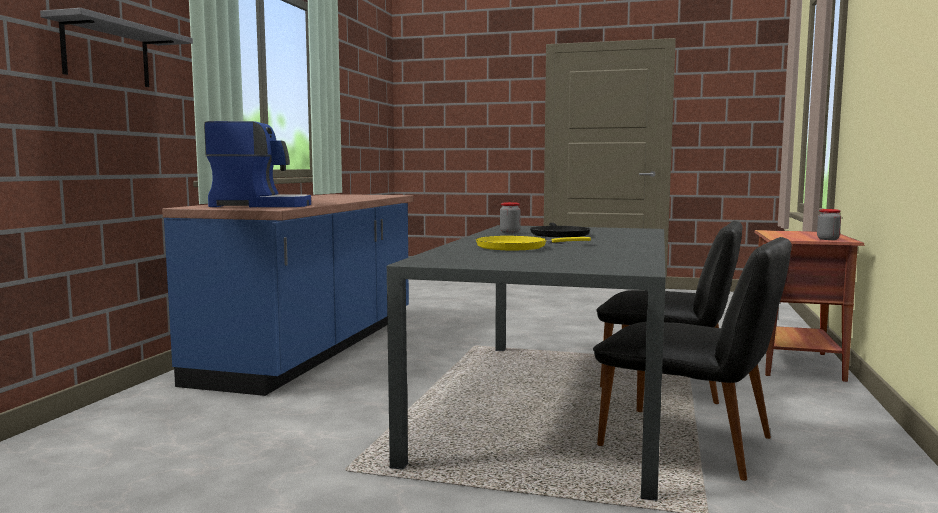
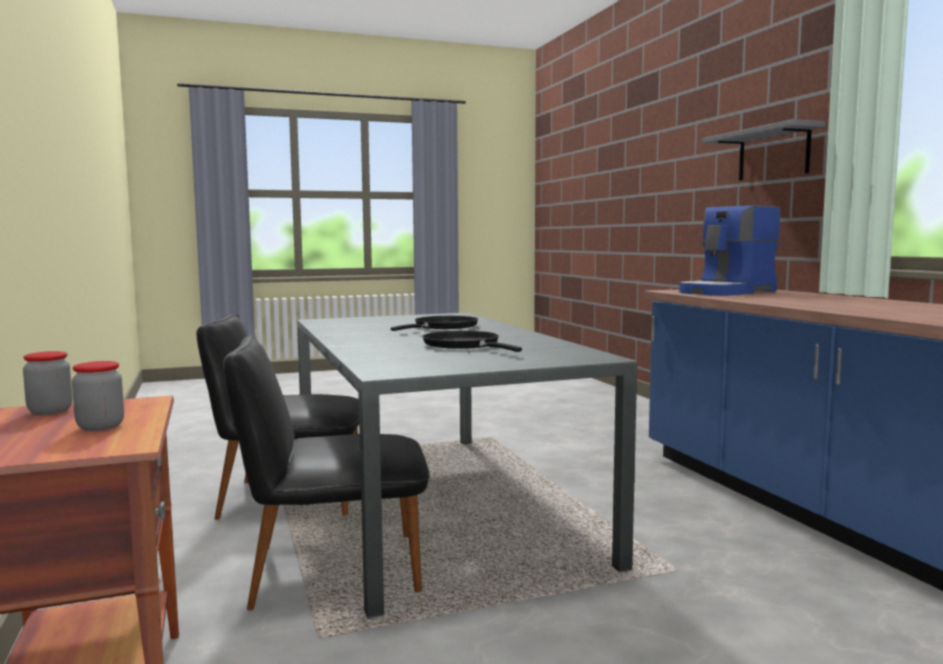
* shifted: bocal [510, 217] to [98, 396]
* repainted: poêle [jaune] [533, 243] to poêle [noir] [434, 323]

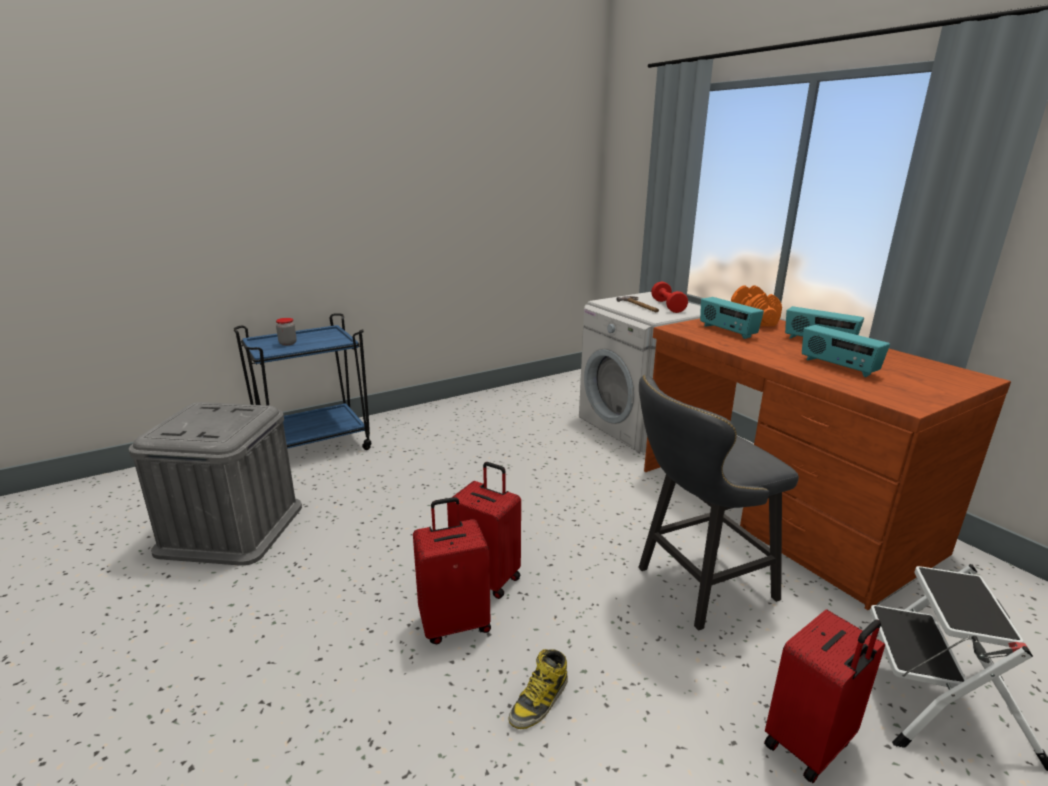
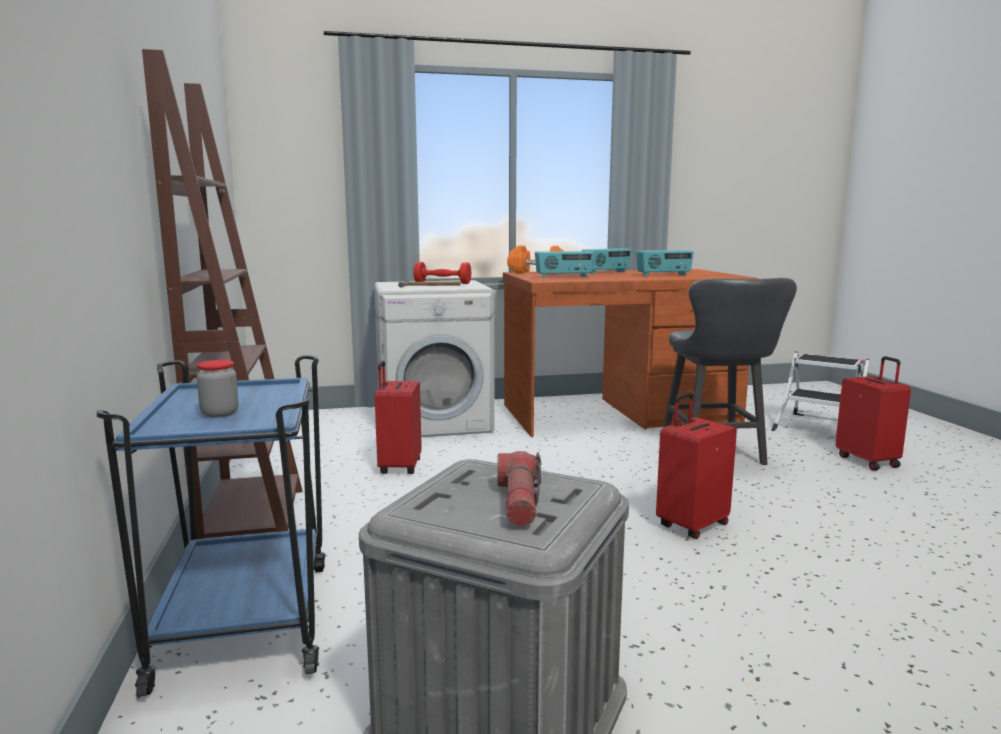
* shifted: valise [rouge] [452, 570] to [398, 417]
* gone: botte [538, 689]
* new: bibliothèque [marron] [222, 294]
* new: lampe de poche [519, 489]

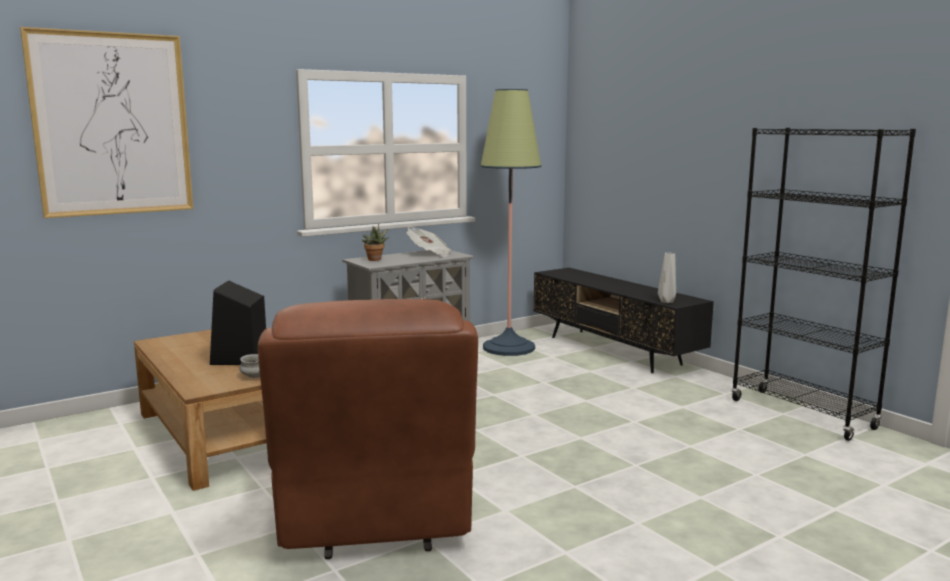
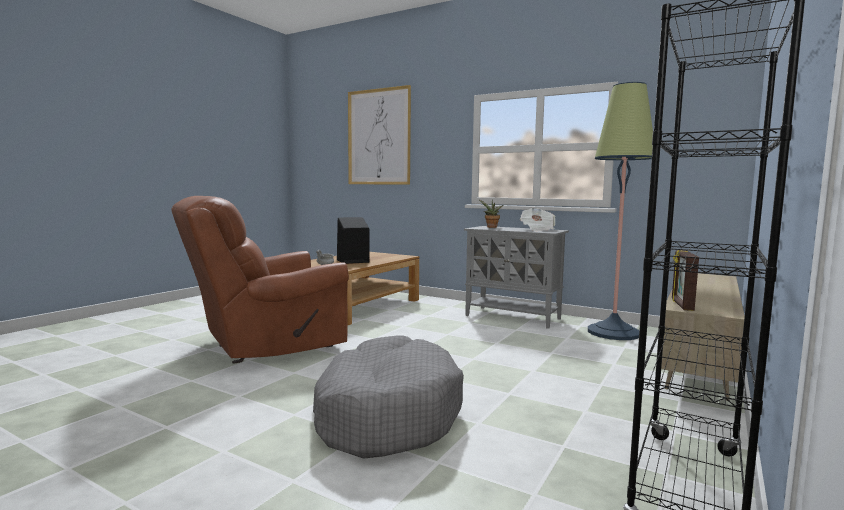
* swapped: vase [gris] [667, 278] to cadre photo [685, 280]
* repainted: meuble télé [noir] [624, 320] to meuble télé [beige] [703, 337]
* new: panier pour chien [gris] [388, 397]

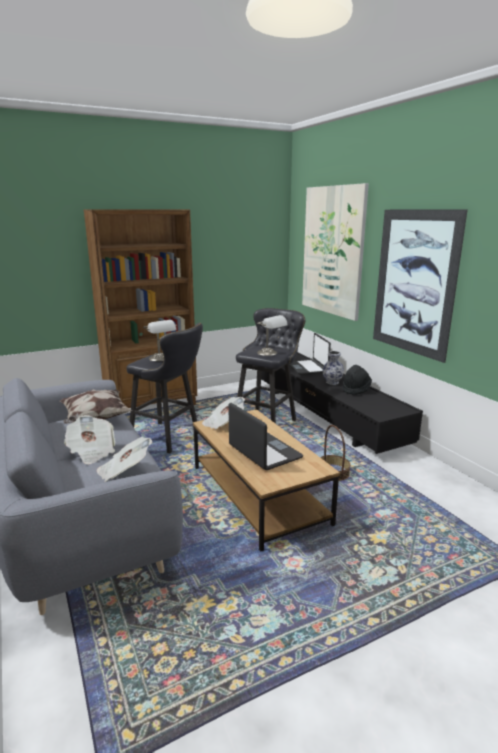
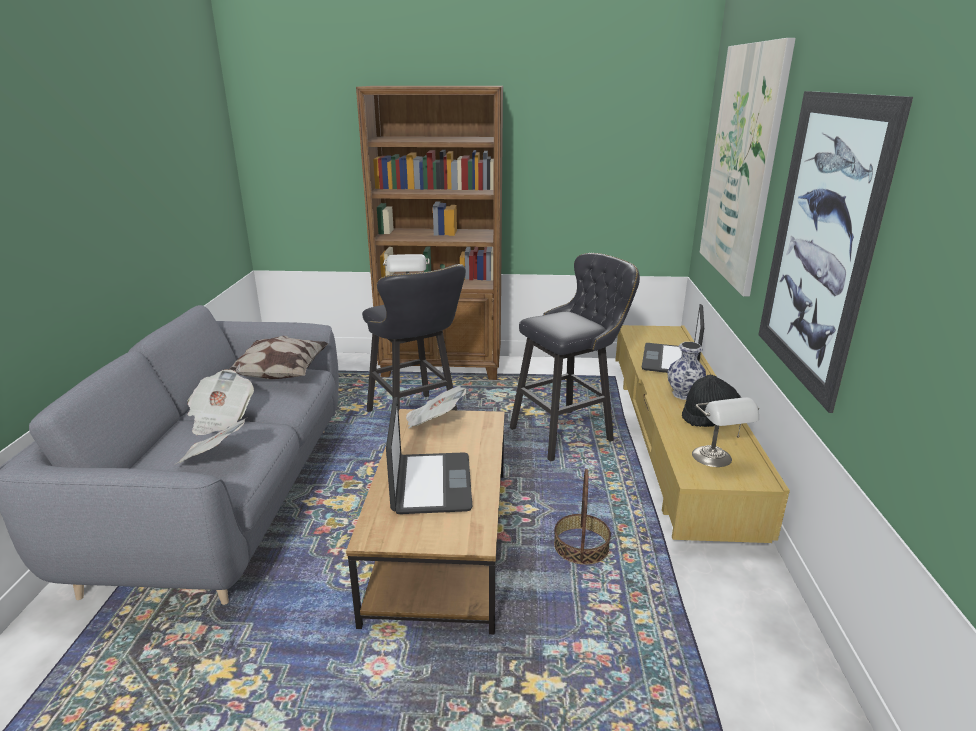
* shifted: lampe de table [blanc] [272, 335] to [725, 432]
* repainted: meuble télé [noir] [342, 403] to meuble télé [beige] [703, 434]

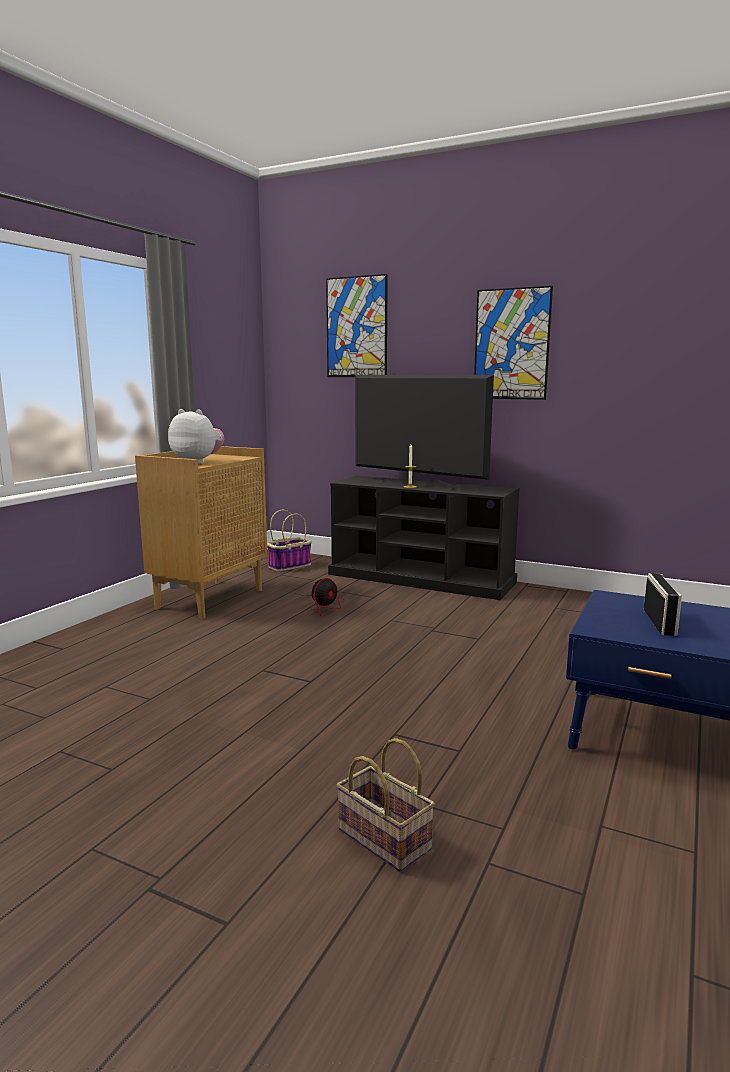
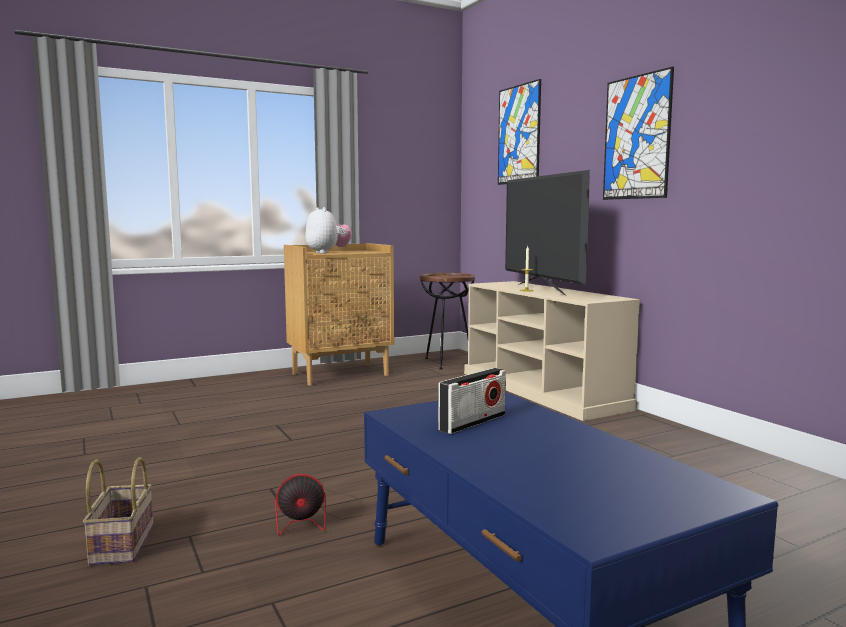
* repainted: meuble télé [noir] [424, 538] to meuble télé [beige] [552, 351]
* swapped: panier [289, 540] to table d'appoint [marron] [447, 321]
* shifted: ventilateur [320, 596] to [319, 504]

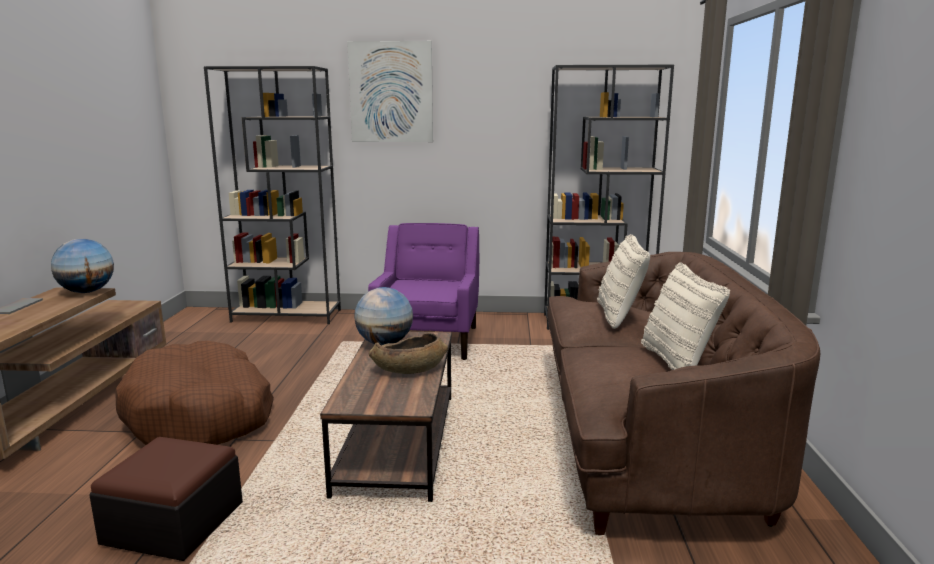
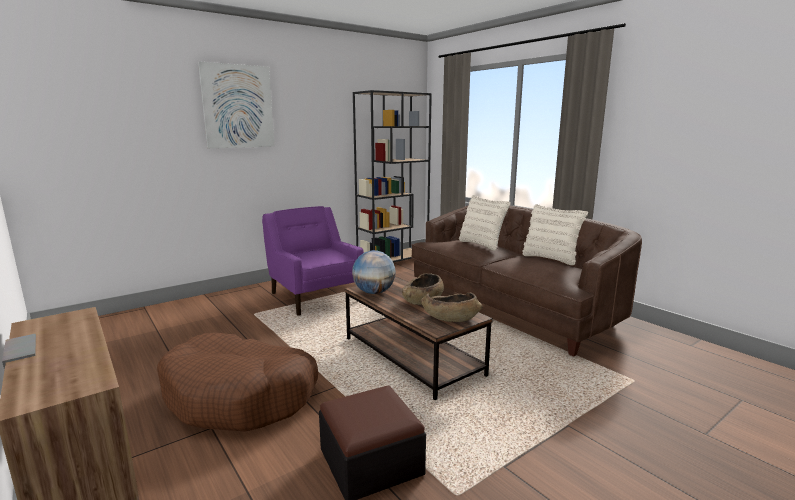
* gone: bibliothèque [272, 195]
* gone: globe [82, 266]
* new: bol [marron] [451, 307]

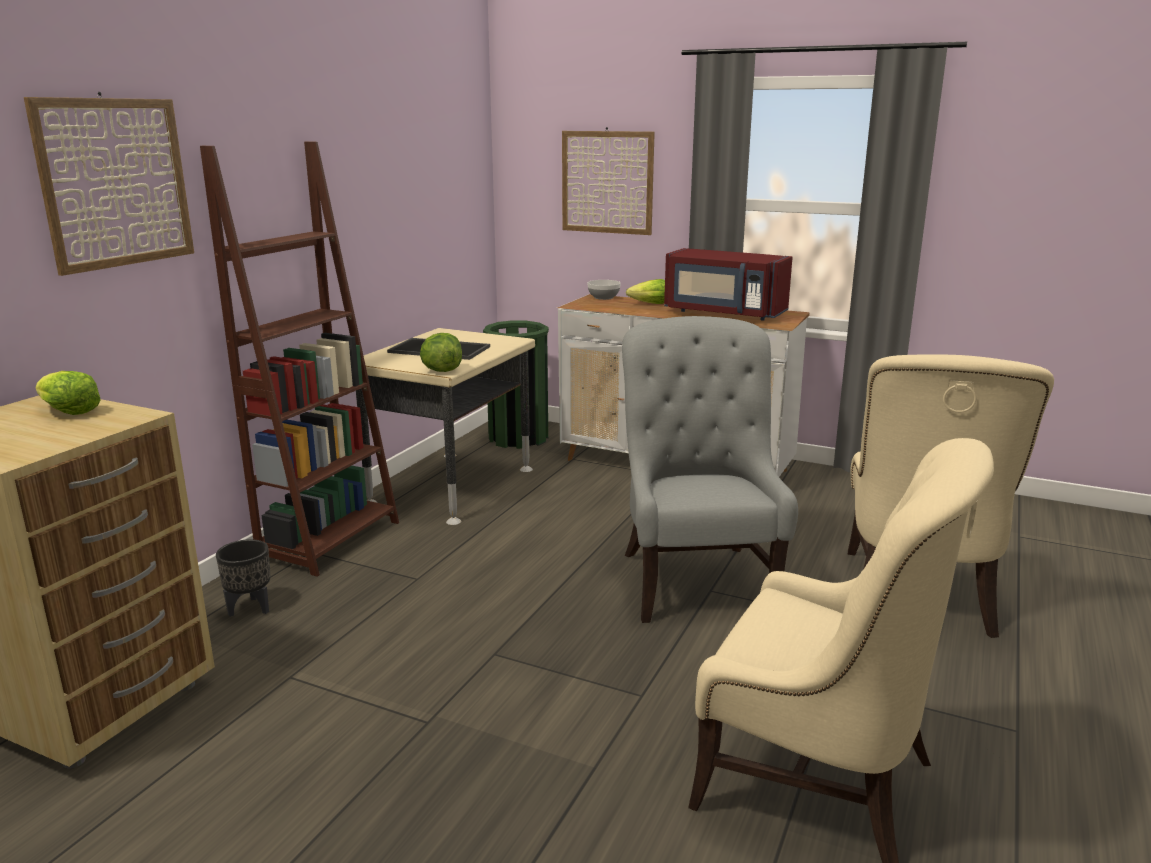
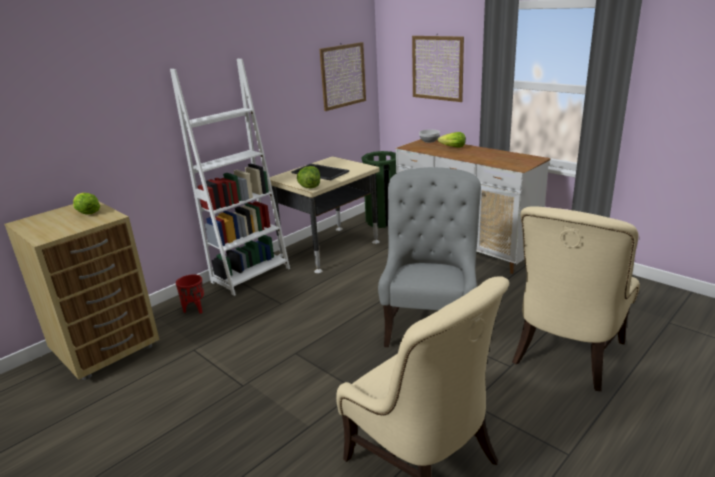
* shifted: tableau [109, 184] to [343, 76]
* repainted: bibliothèque [marron] [299, 359] to bibliothèque [blanc] [230, 177]
* gone: micro-ondes [rouge] [728, 284]
* repainted: cache-pot [noir] [243, 578] to cache-pot [rouge] [190, 294]

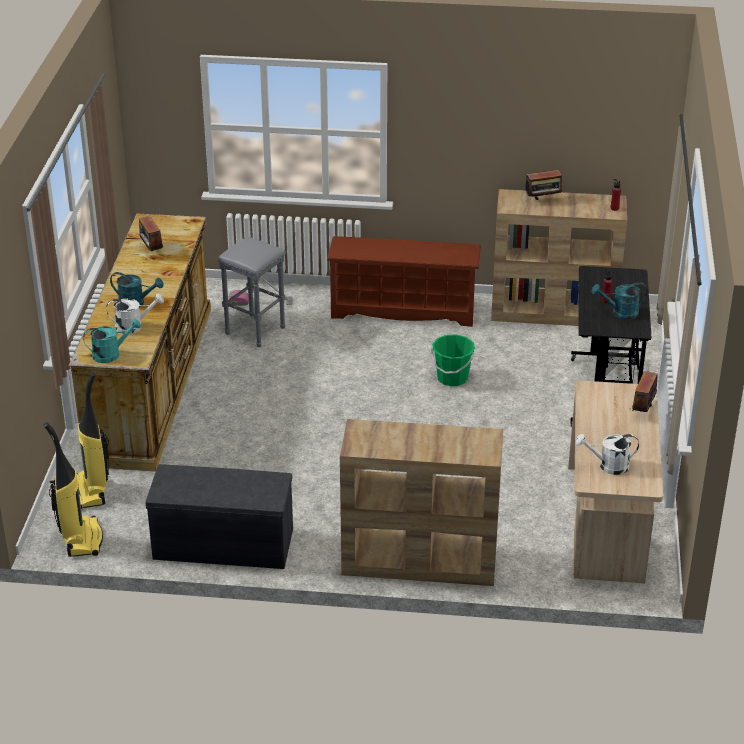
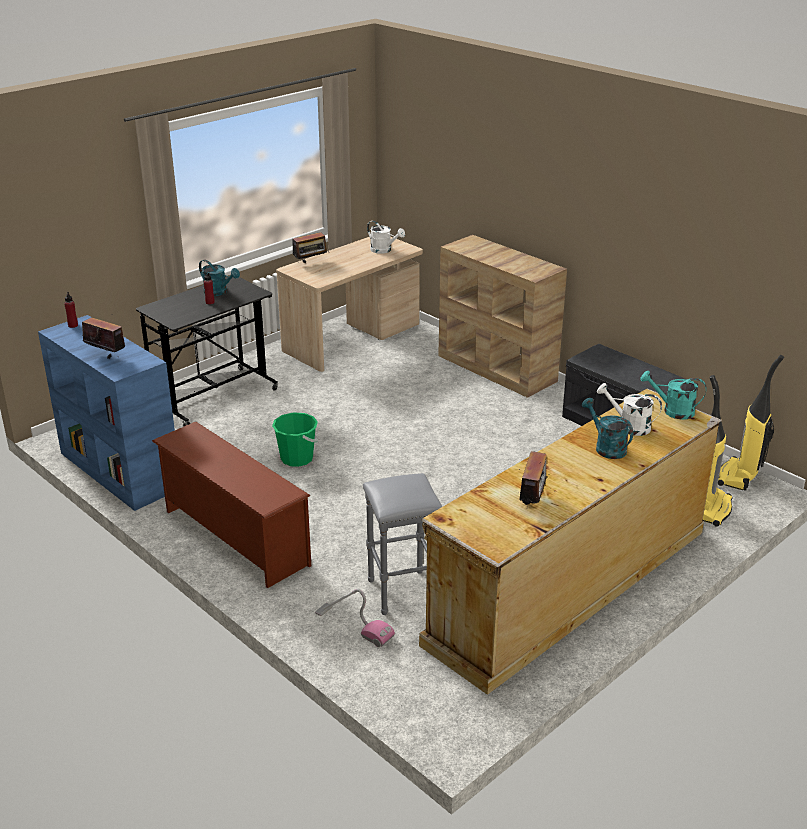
* repainted: bibliothèque [marron] [559, 257] to bibliothèque [bleu] [106, 413]

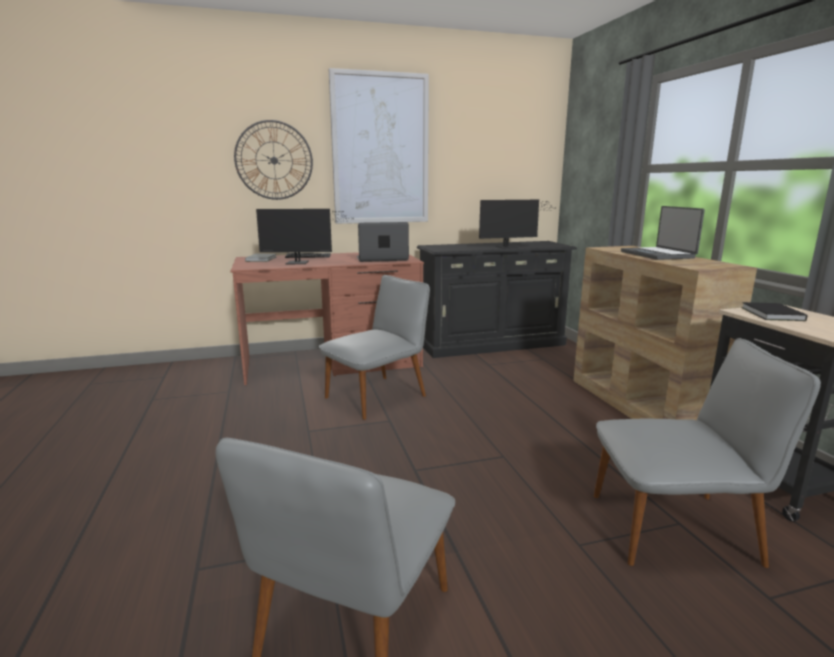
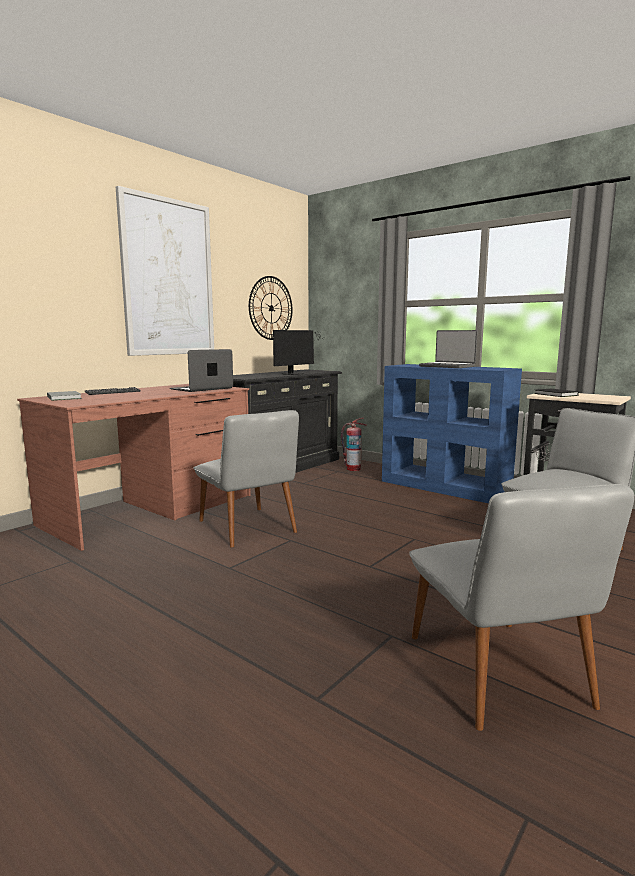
* shifted: horloge murale [273, 160] to [270, 308]
* gone: écran d'ordinateur [304, 236]
* repainted: bibliothèque [marron] [665, 333] to bibliothèque [bleu] [452, 433]
* rotated: chaise [gris] [374, 347] = [246, 479] 135 degrees clockwise
* new: extincteur [354, 444]

